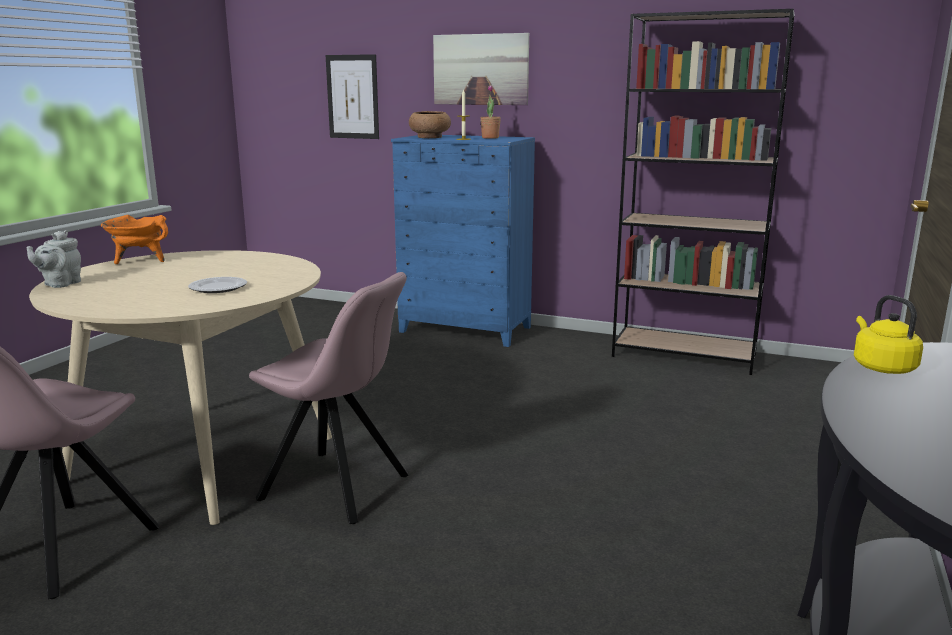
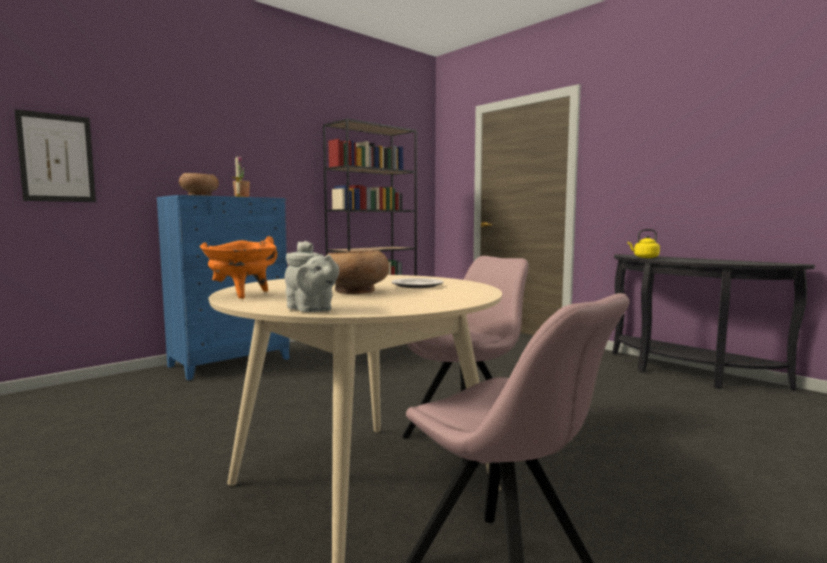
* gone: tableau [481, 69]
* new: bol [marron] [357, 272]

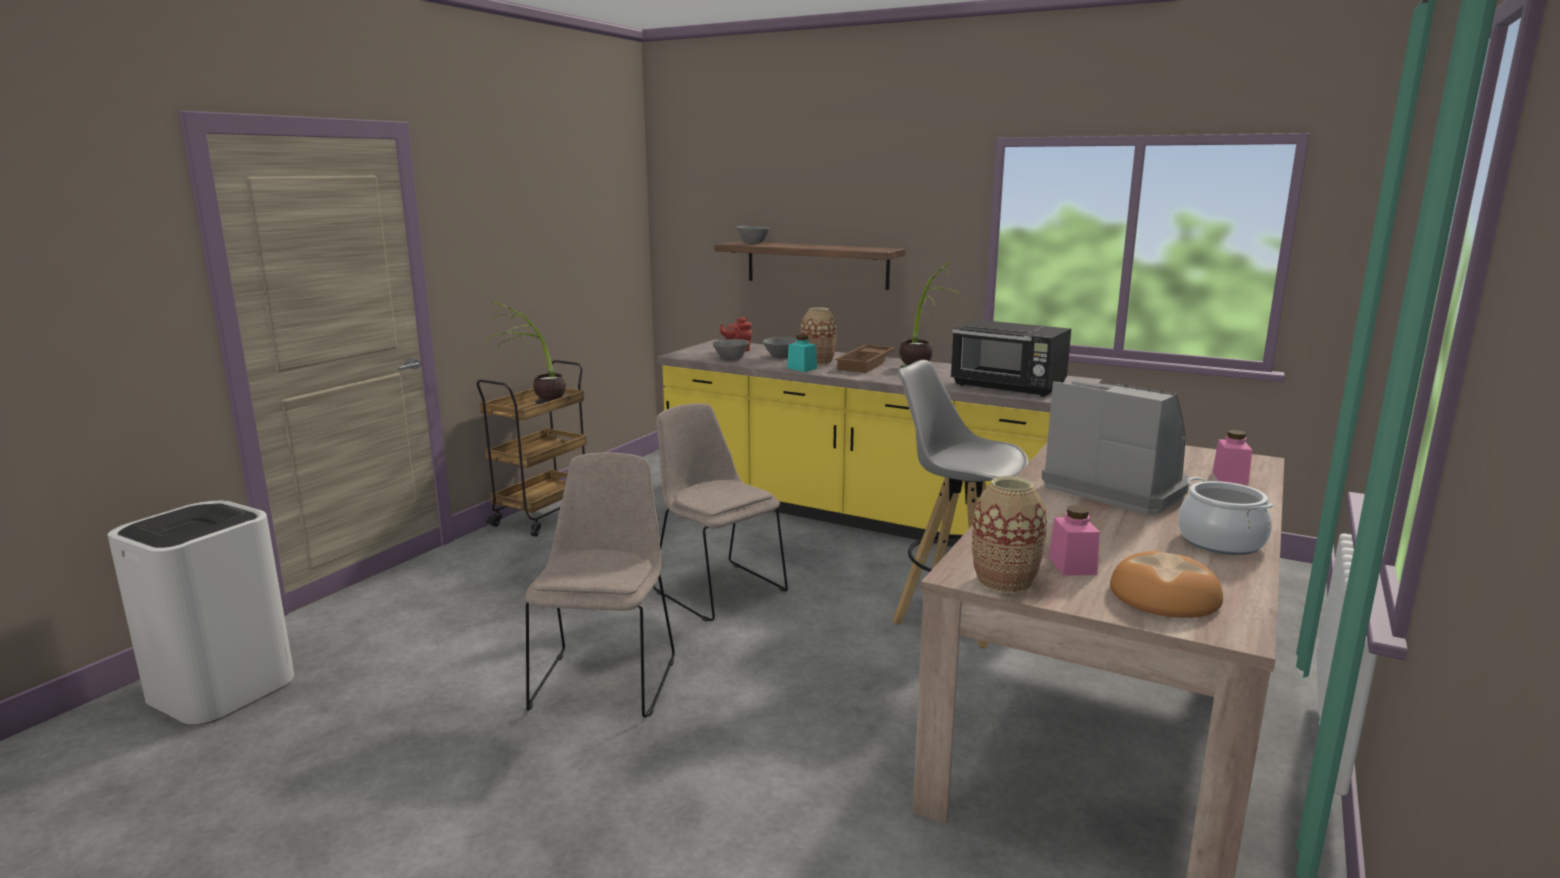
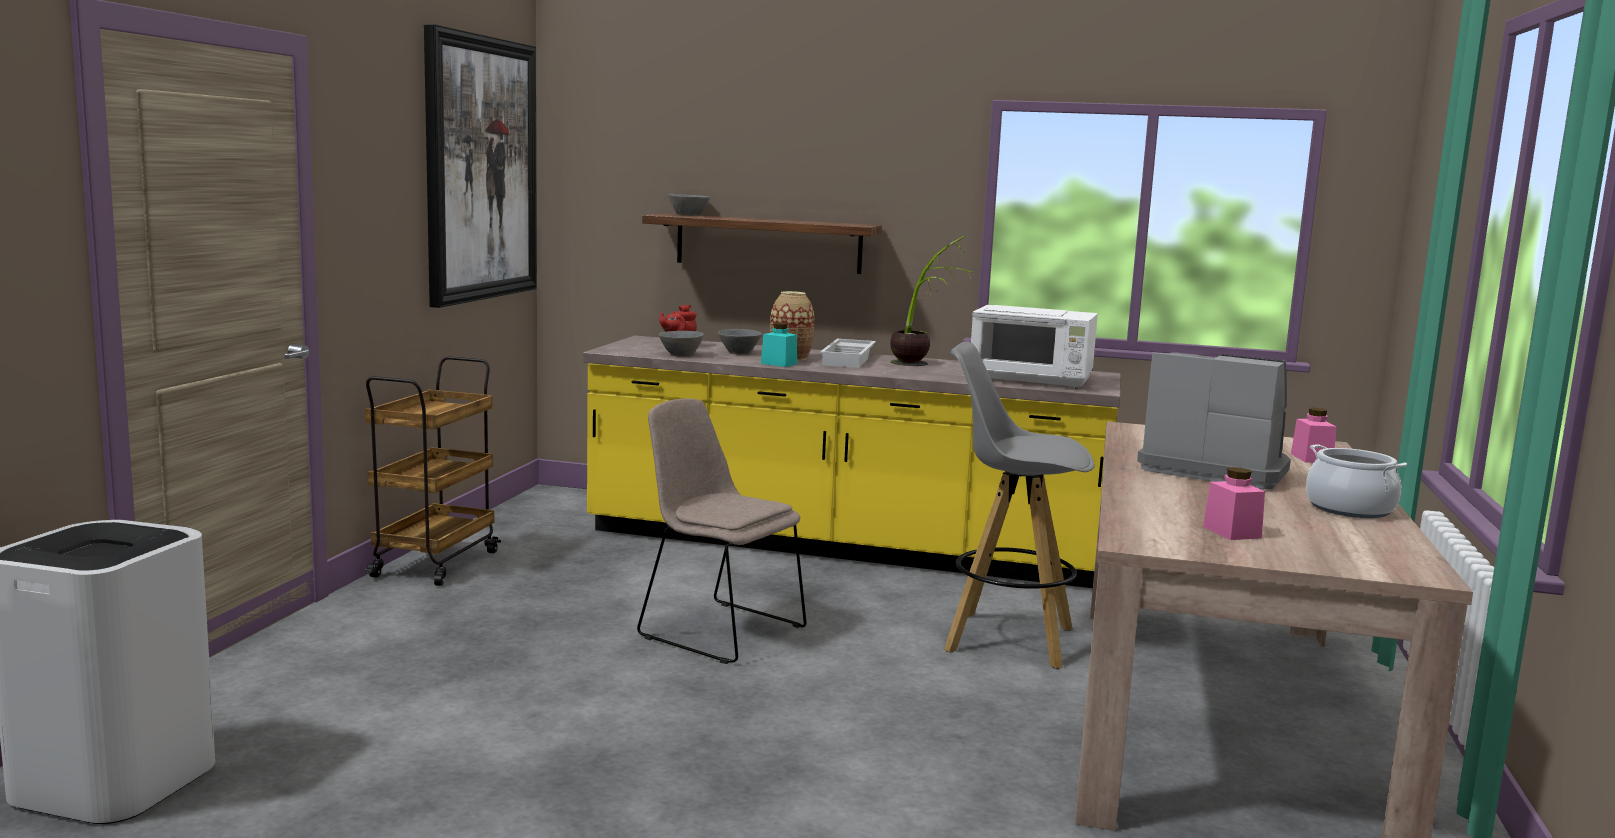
* gone: plante en pot [525, 352]
* repainted: micro-ondes [noir] [1011, 358] to micro-ondes [blanc] [1034, 347]
* repainted: plateau [marron] [865, 359] to plateau [blanc] [848, 353]
* gone: chaise [beige] [600, 585]
* gone: vase [1009, 535]
* gone: pain [1166, 584]
* new: tableau [480, 166]

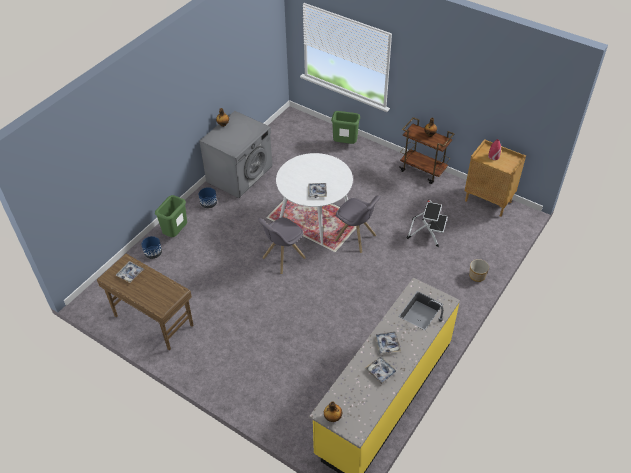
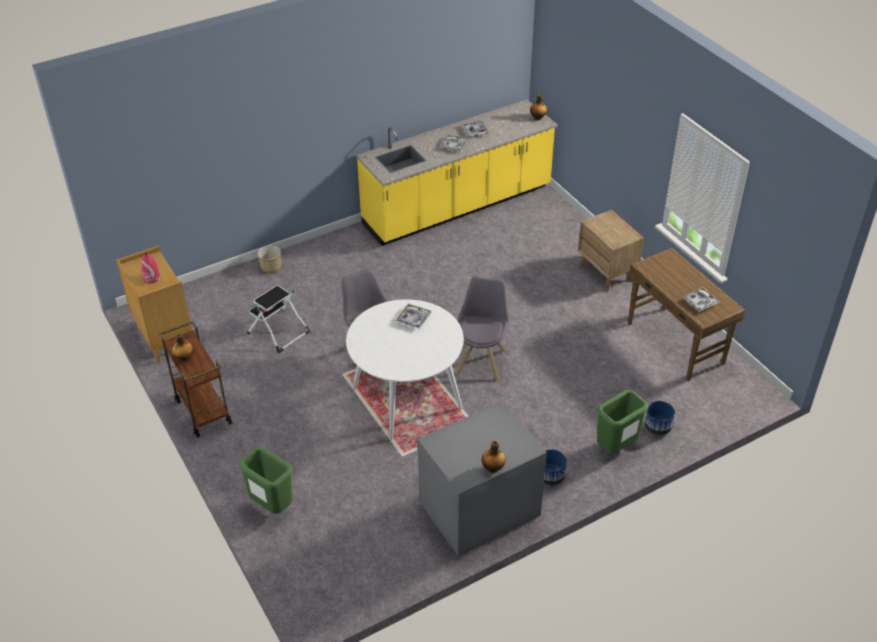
* rotated: chaise [gris] [282, 245] = [482, 328] 60 degrees counterclockwise
* new: table de chevet [marron] [611, 251]

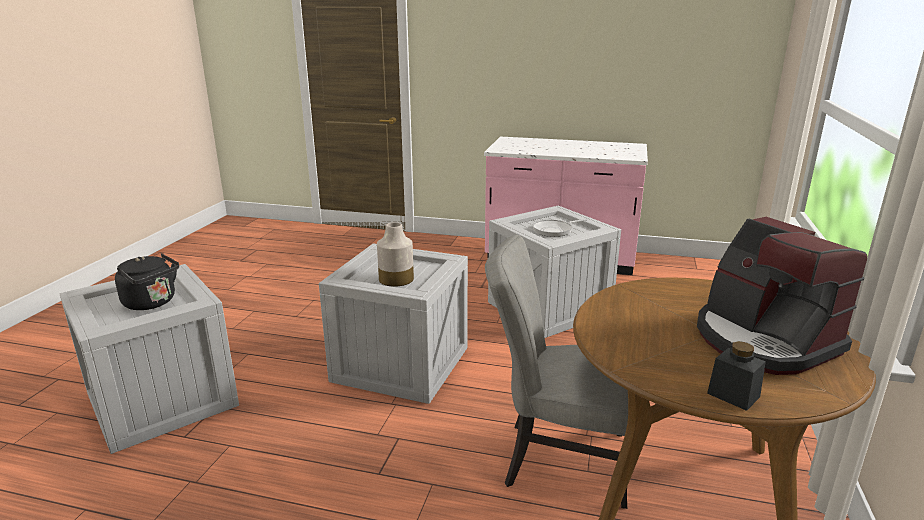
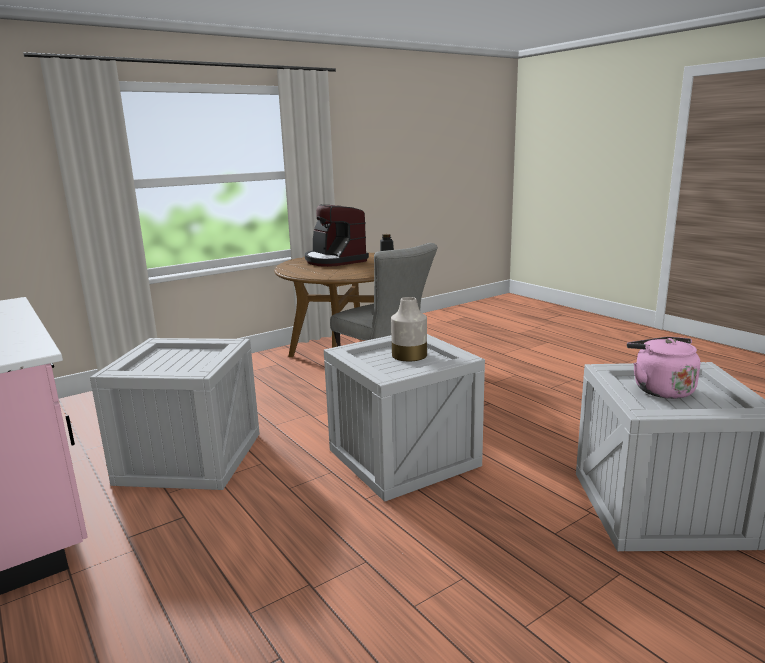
* rotated: machine à café [782, 296] = [337, 236] 135 degrees clockwise
* gone: poêle [560, 228]
* repainted: bouilloire [noir] [147, 281] to bouilloire [rose] [663, 368]

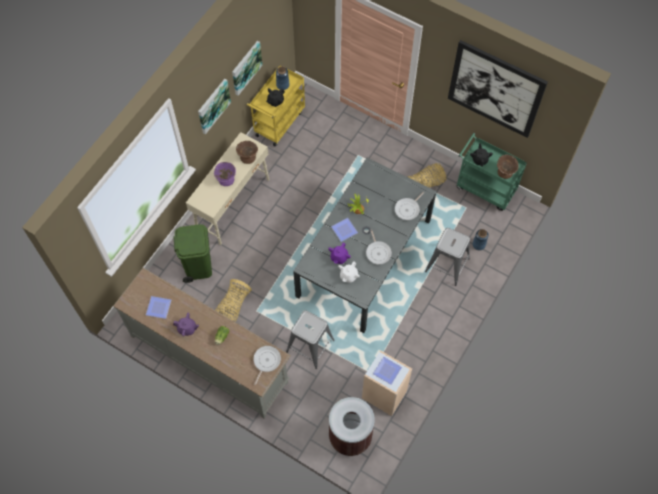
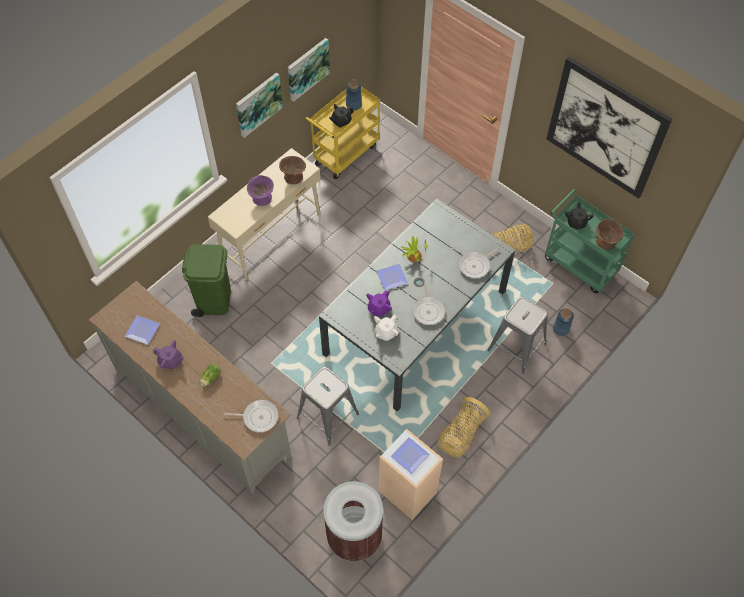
* shifted: panier [234, 300] to [464, 427]
* rotated: poêle [267, 365] = [251, 416] 60 degrees clockwise

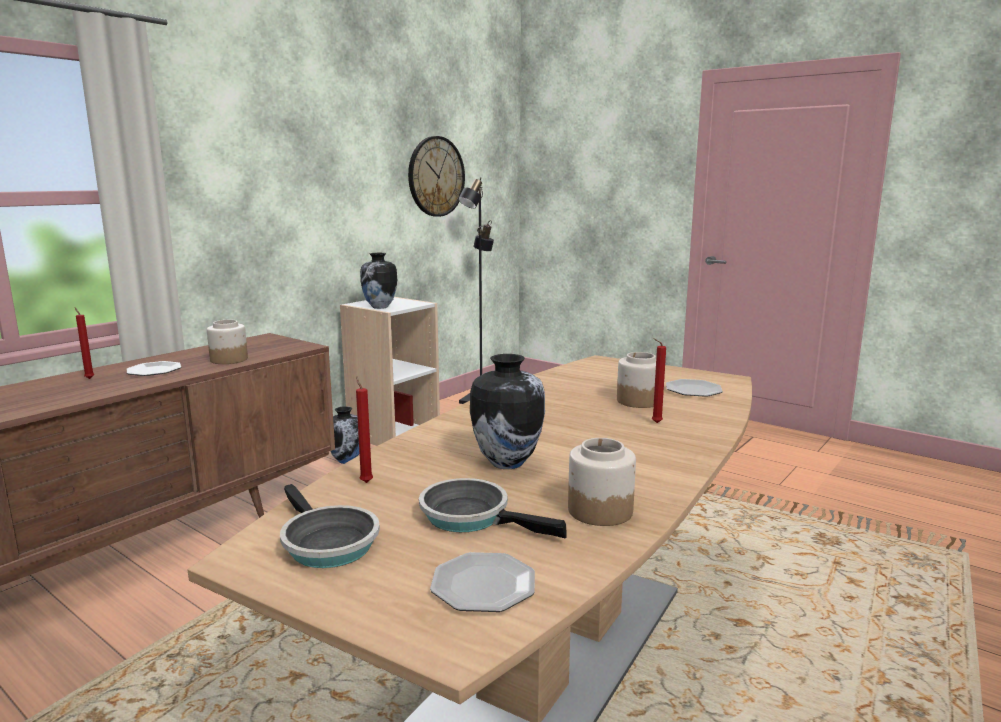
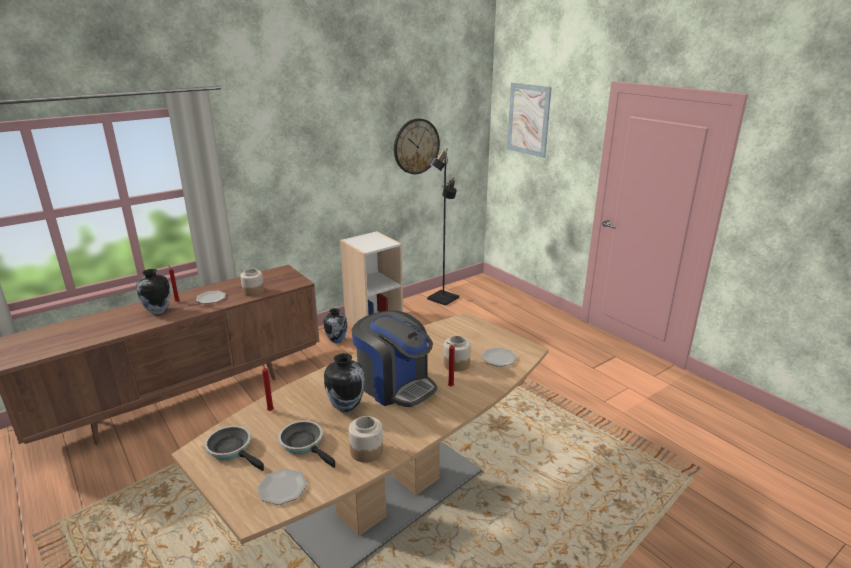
* shifted: vase [378, 281] to [153, 291]
* rotated: poêle [330, 526] = [234, 448] 150 degrees clockwise
* new: tableau [529, 120]
* new: machine à café [394, 358]

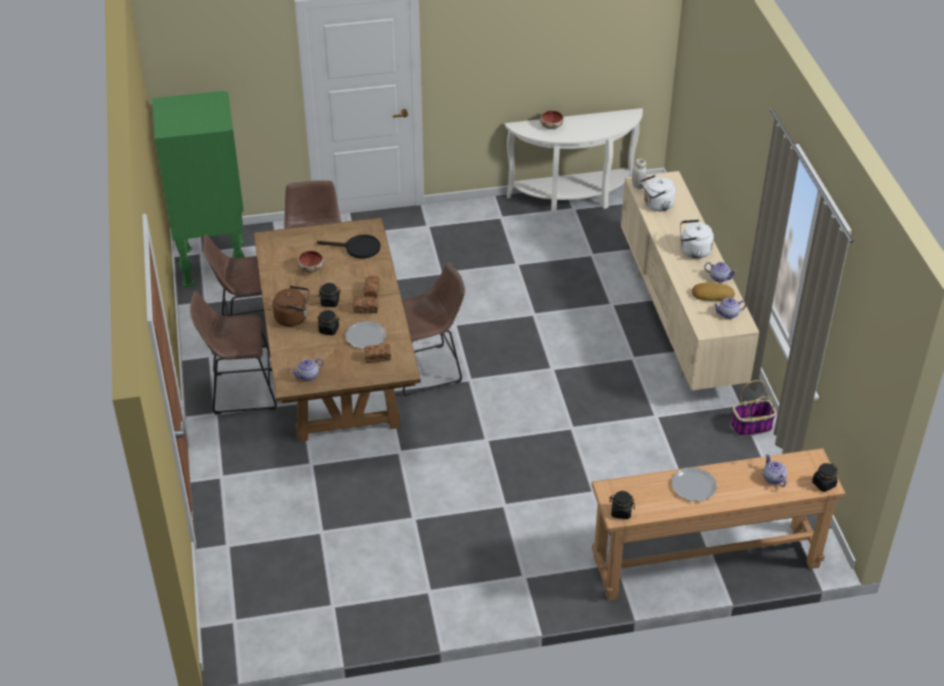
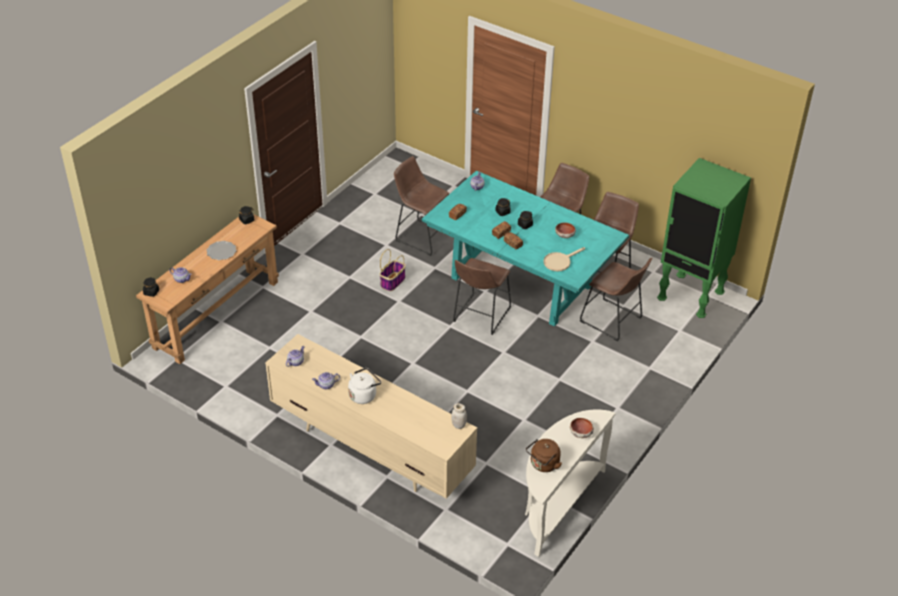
* gone: bouilloire [blanc] [658, 193]
* repainted: table à manger [marron] [337, 329] to table à manger [turquoise] [525, 249]
* repainted: poêle [noir] [348, 247] to poêle [beige] [564, 259]
* gone: pain [713, 291]
* shifted: bouilloire [marron] [290, 306] to [544, 455]
* gone: assiette [366, 335]
* shifted: panier [753, 408] to [392, 270]
* new: tabouret [marron] [421, 206]

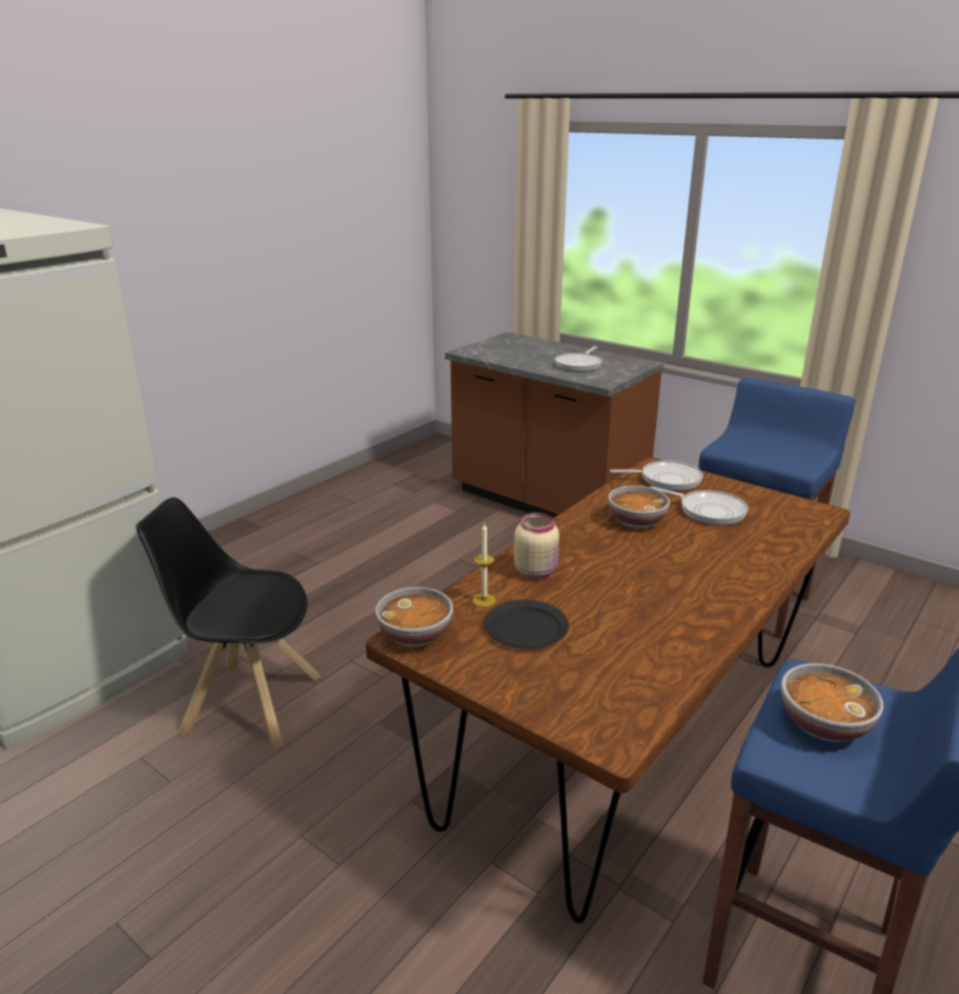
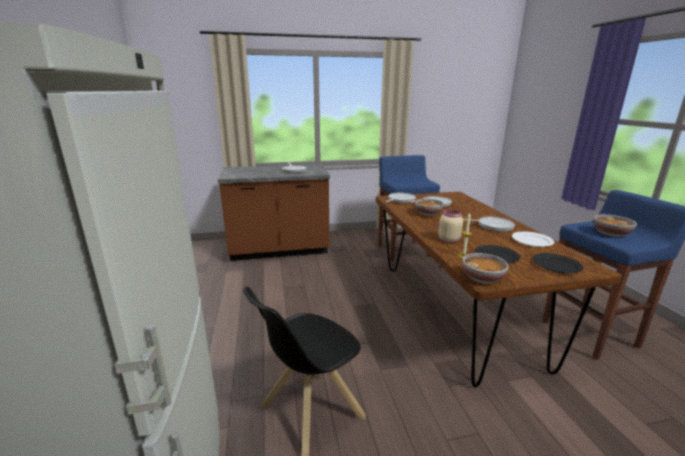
* new: poêle [489, 224]
* new: assiette [blanc] [533, 239]
* new: assiette [noir] [557, 263]

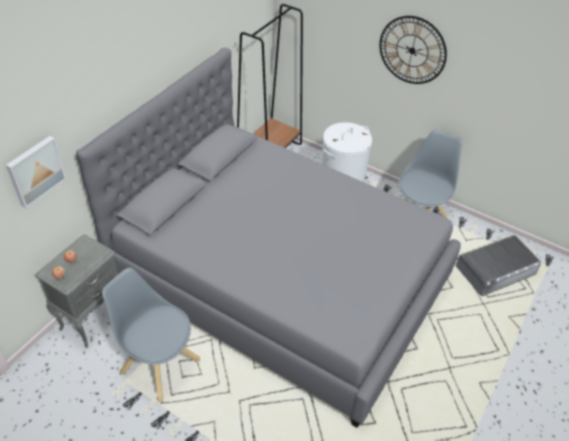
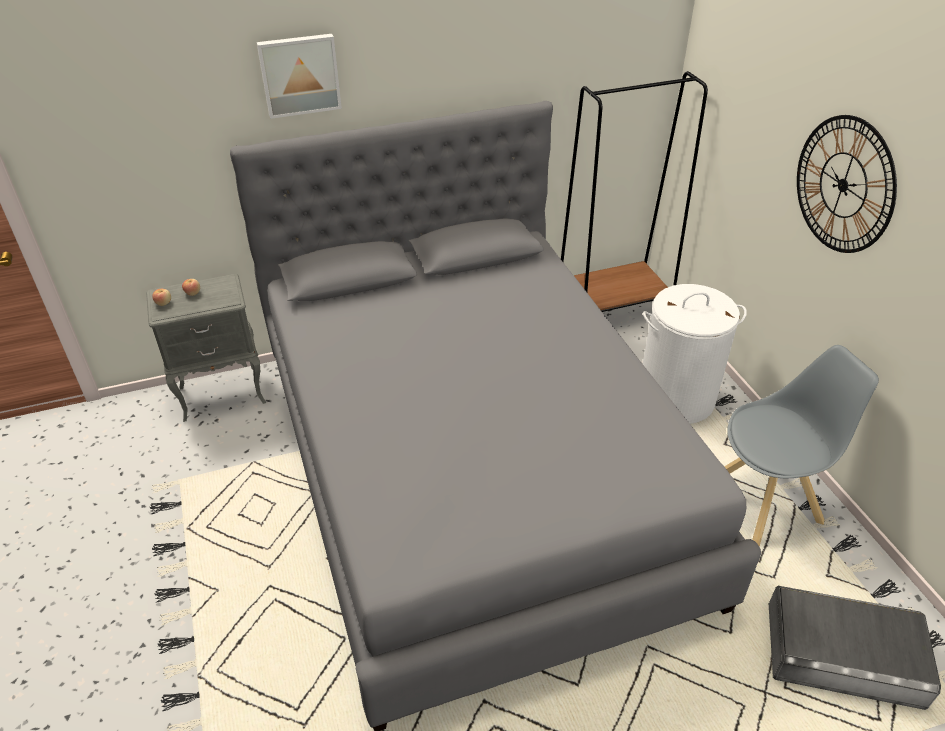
* shifted: tableau [36, 172] to [299, 76]
* gone: chaise [gris] [151, 335]

